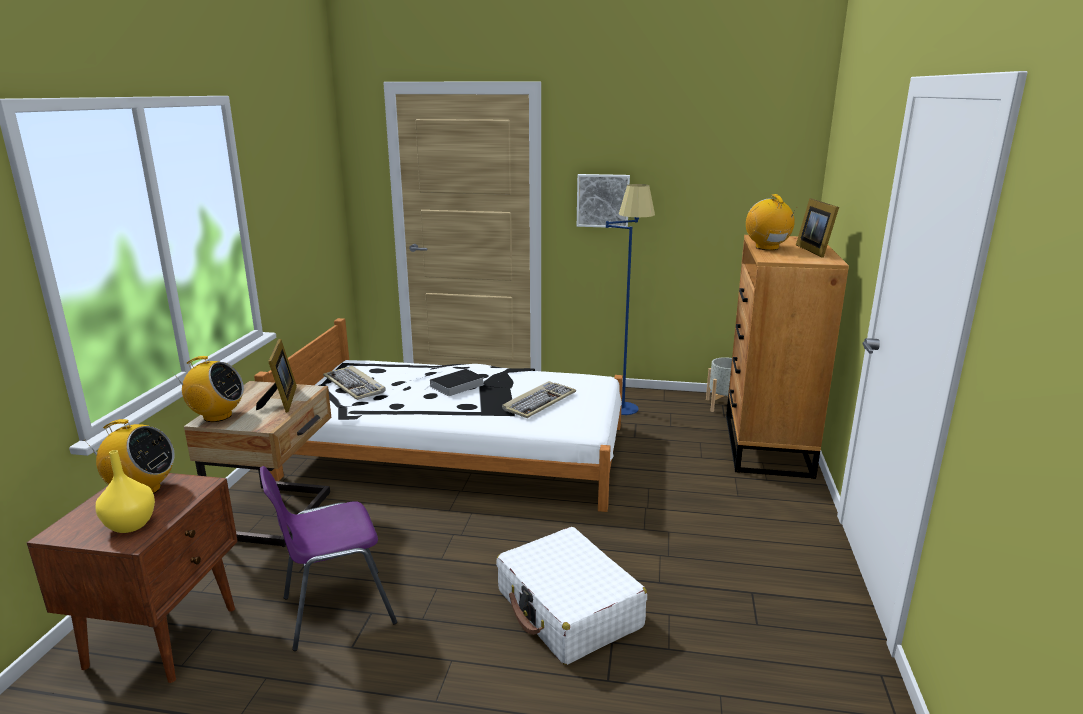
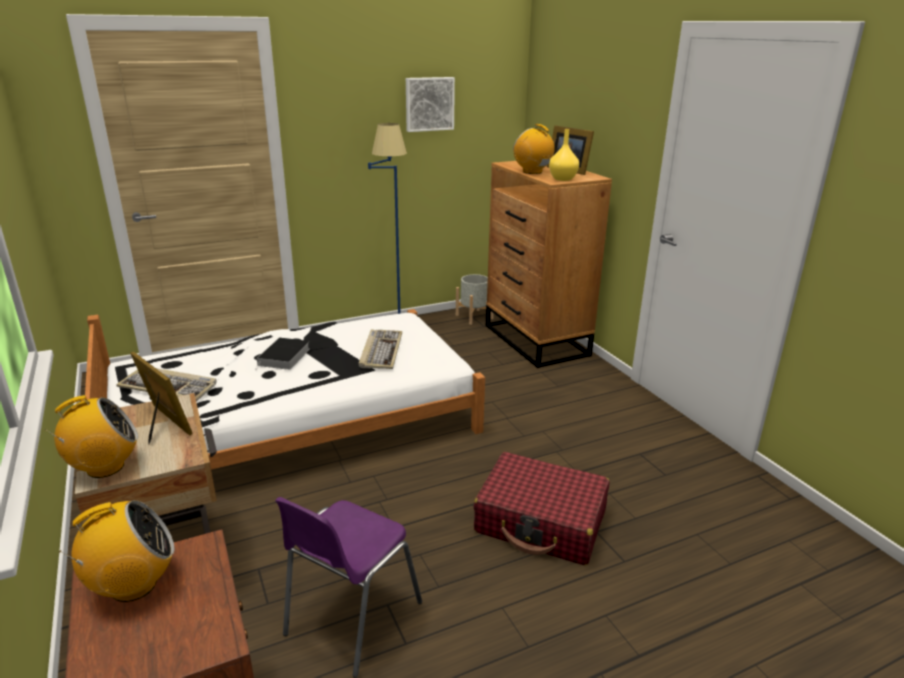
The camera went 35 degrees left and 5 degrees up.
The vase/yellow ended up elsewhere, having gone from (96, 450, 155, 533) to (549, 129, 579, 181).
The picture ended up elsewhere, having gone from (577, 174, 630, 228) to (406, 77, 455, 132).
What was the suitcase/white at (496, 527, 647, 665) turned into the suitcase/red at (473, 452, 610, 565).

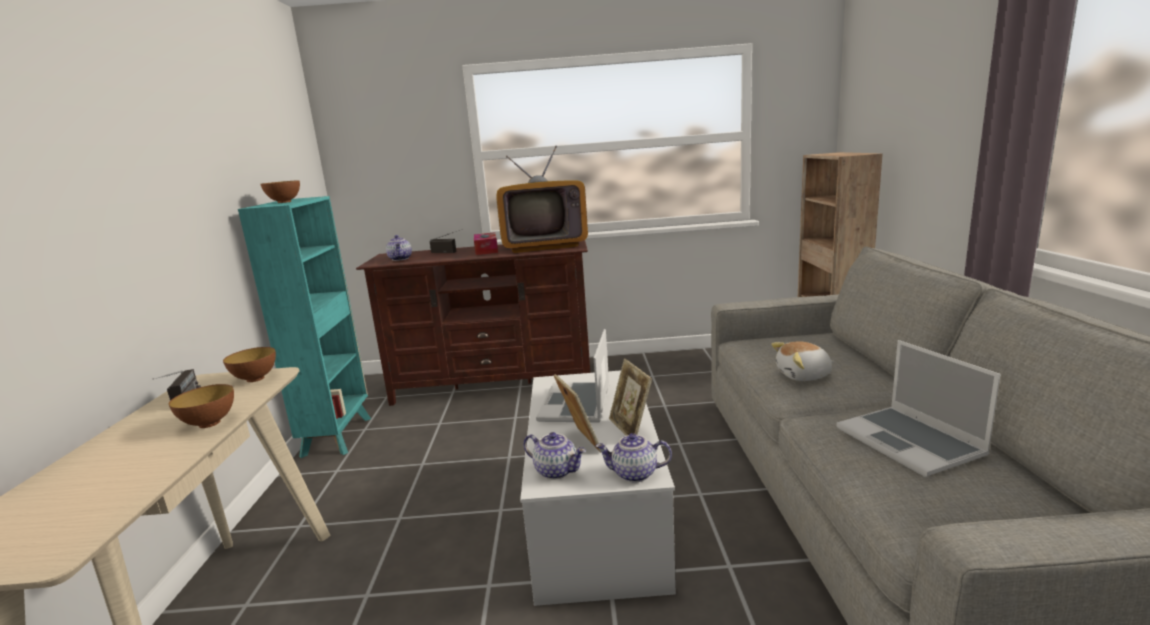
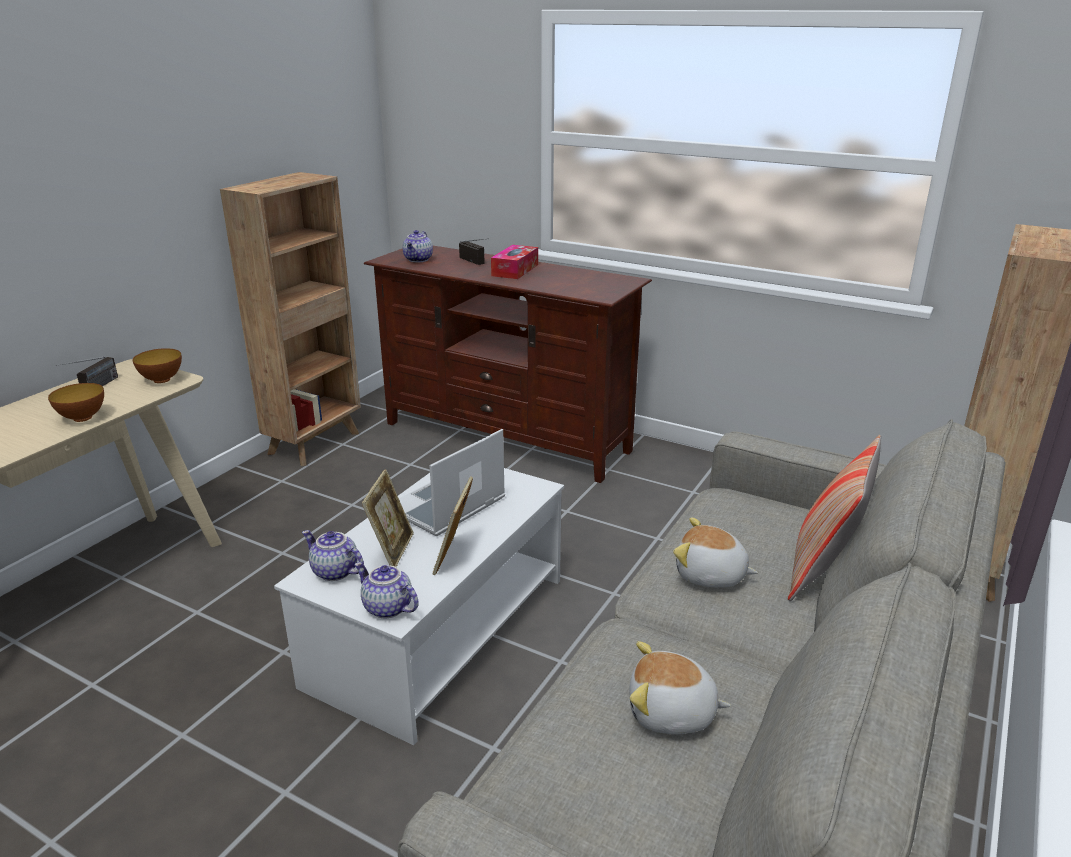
The camera went 30 degrees right and 10 degrees up.
The second view lost the bowl at (261, 180, 300, 203).
The second view lost the television at (496, 146, 588, 253).
The second view gained the pillow at (788, 435, 881, 601).
Where the laptop stood at (836, 340, 1000, 477), the plush toy came to stand at (629, 641, 731, 735).
What was the bookcase/turquoise at (238, 196, 371, 458) turned into the bookcase/brown at (220, 172, 361, 466).
The teapot at (523, 432, 586, 479) ended up facing another way, 150 degrees clockwise from before.

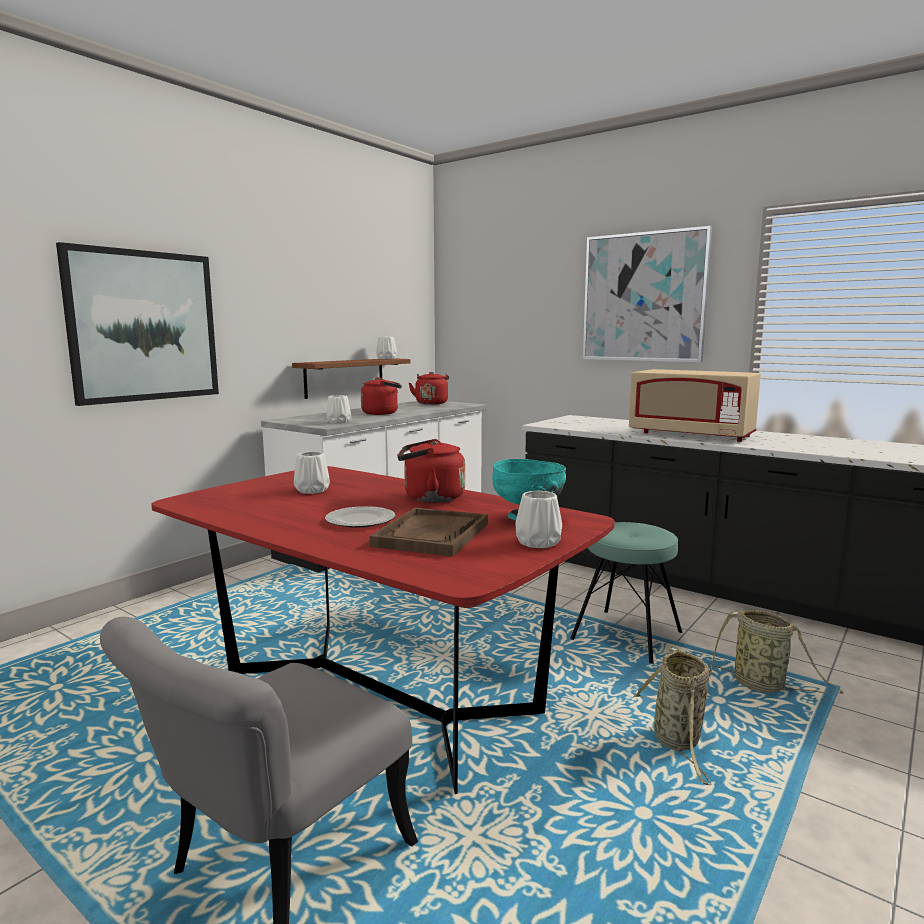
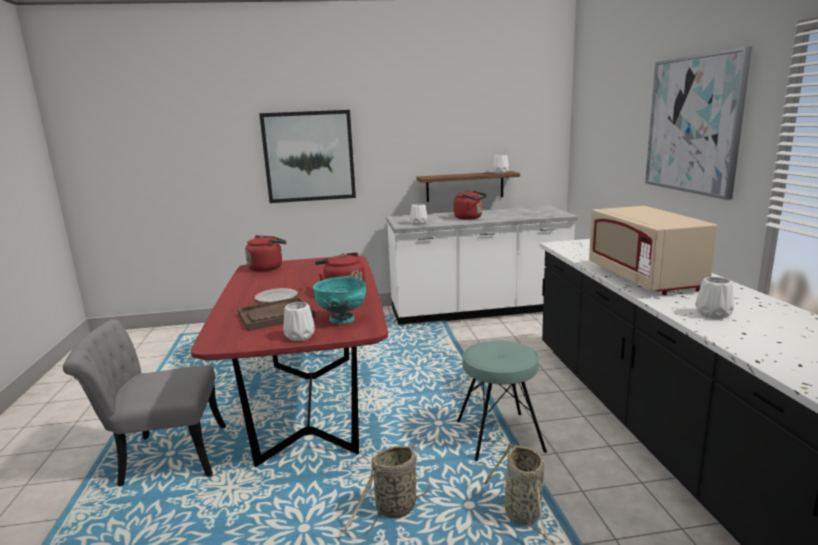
The camera went 45 degrees right and 5 degrees up.
The vase/white ended up elsewhere, having gone from (294, 452, 330, 494) to (695, 277, 734, 319).
The kettle/red ended up elsewhere, having gone from (409, 372, 449, 405) to (245, 235, 287, 271).

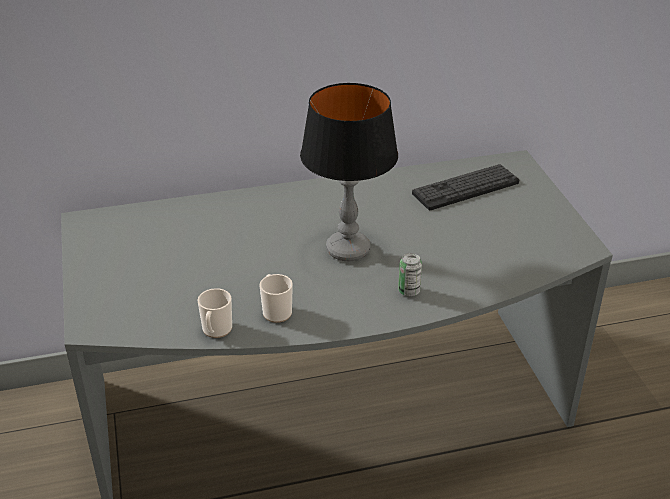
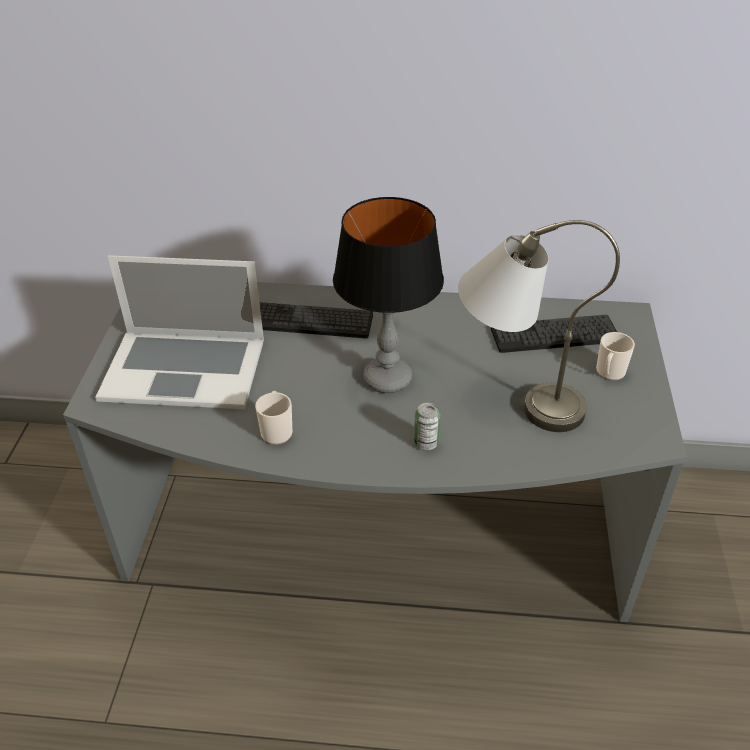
The camera went 20 degrees right and 5 degrees up.
The second view gained the laptop at (95, 255, 264, 409).
The second view gained the keyboard at (259, 302, 373, 338).
The second view gained the table lamp/grey at (458, 220, 620, 432).
The mug ended up elsewhere, having gone from (198, 288, 232, 338) to (596, 332, 635, 381).

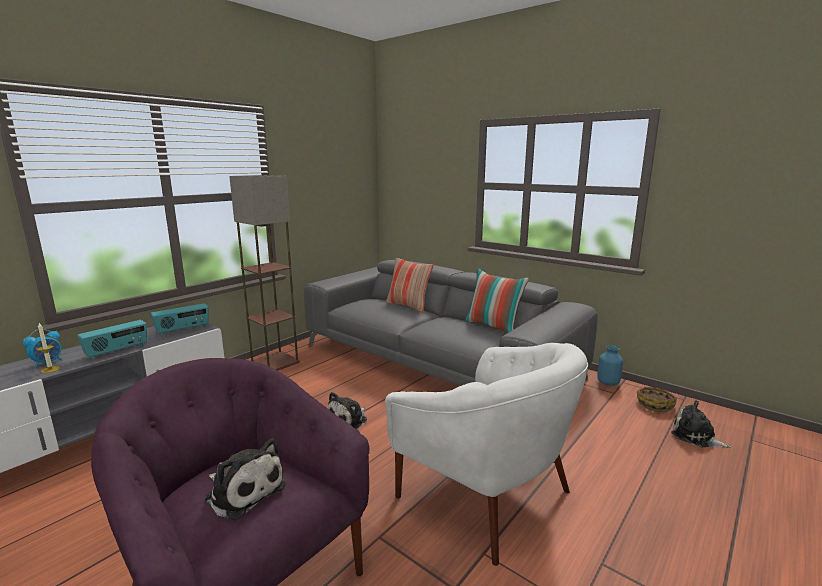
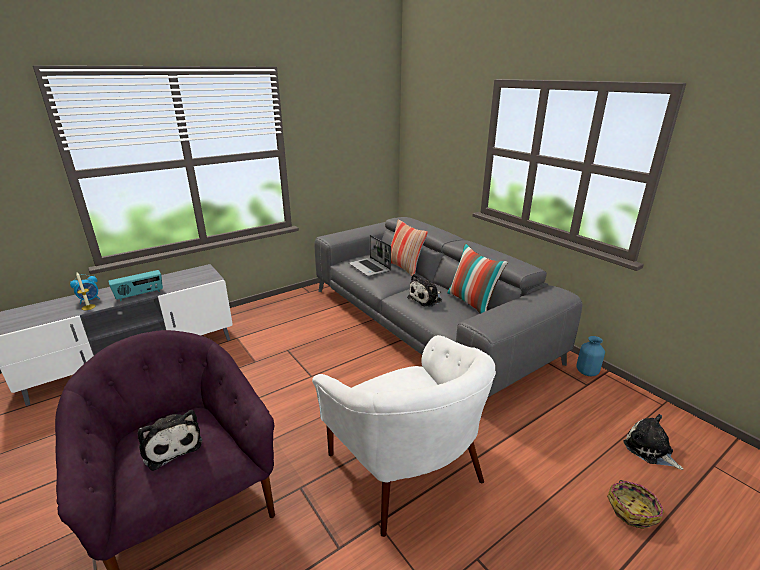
The camera went 15 degrees right and 10 degrees up.
The second view lost the radio at (151, 303, 209, 336).
The second view lost the floor lamp at (229, 175, 300, 371).
The second view gained the laptop at (349, 235, 391, 276).
The plush toy ended up elsewhere, having gone from (328, 392, 367, 429) to (407, 274, 442, 307).
The basket ended up elsewhere, having gone from (637, 387, 677, 412) to (607, 480, 664, 529).

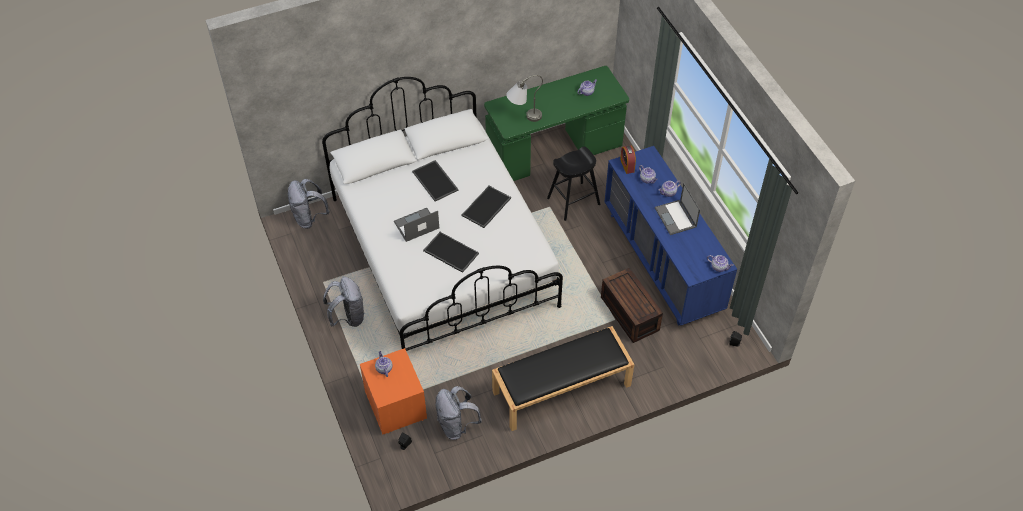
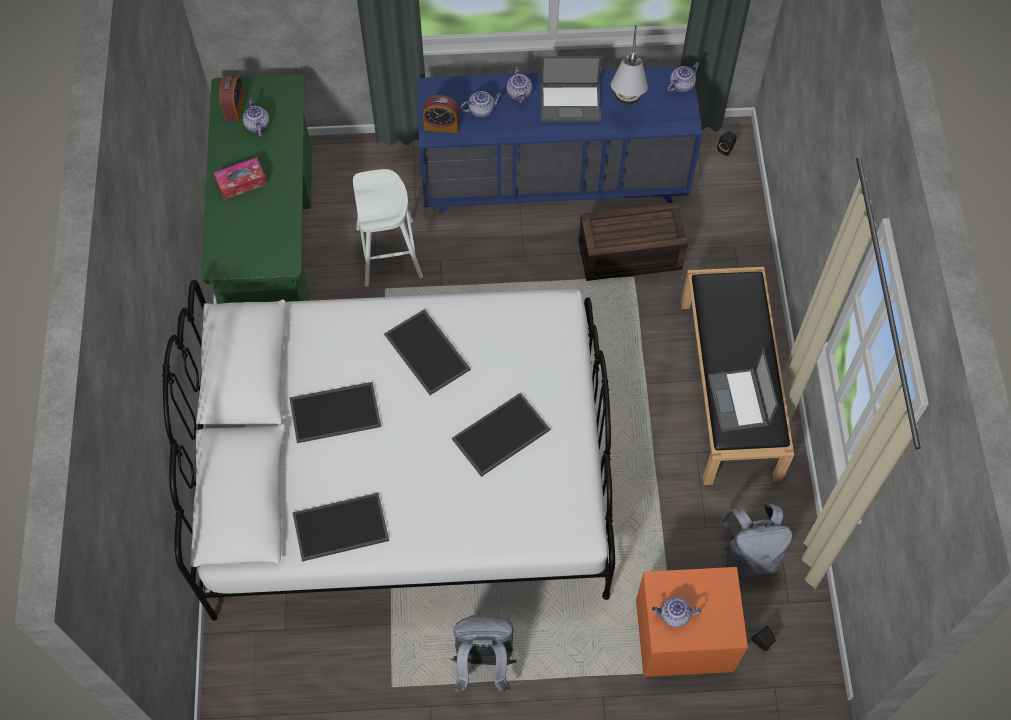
The camera went 70 degrees left and 10 degrees up.
The second view lost the backpack/grey at (288, 179, 329, 229).
The second view gained the tissue box at (214, 157, 267, 200).
The second view gained the alarm clock at (219, 75, 245, 122).
The second view gained the tray at (293, 493, 389, 561).
The laptop ended up elsewhere, having gone from (394, 208, 439, 242) to (708, 348, 778, 432).
The table lamp/grey ended up elsewhere, having gone from (506, 75, 543, 122) to (611, 25, 648, 105).
What was the stool/black at (547, 147, 600, 221) turned into the stool/white at (353, 169, 423, 287).

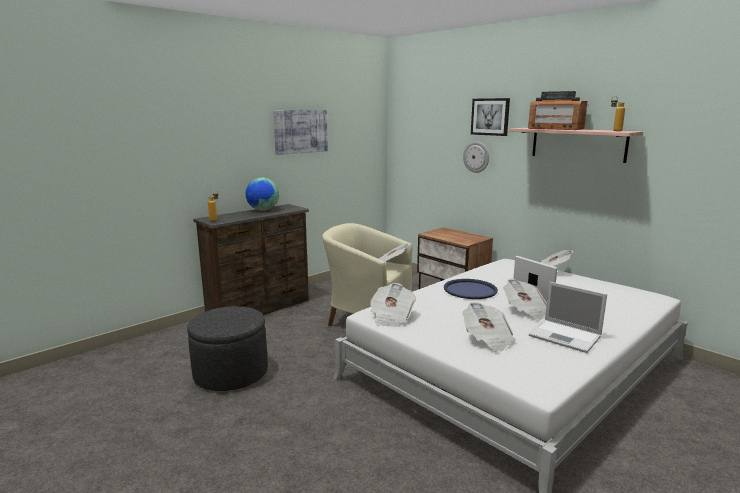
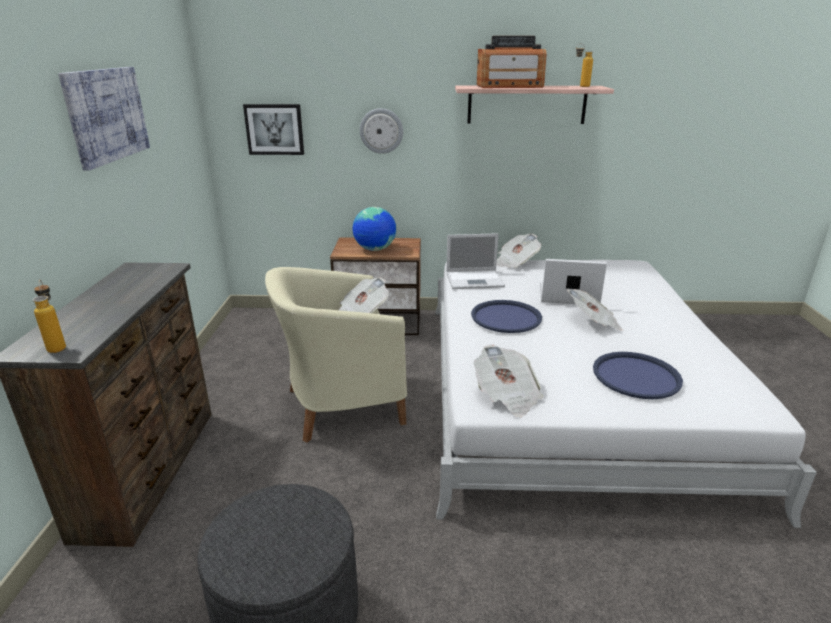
The camera went 45 degrees left and 10 degrees up.
The globe ended up elsewhere, having gone from (245, 178, 279, 211) to (352, 207, 396, 251).
The picture ended up elsewhere, having gone from (471, 98, 510, 136) to (243, 104, 304, 155).
The laptop ended up elsewhere, having gone from (529, 282, 607, 353) to (446, 233, 505, 289).
Where the newspaper stood at (462, 302, 516, 353), the tray/blue came to stand at (593, 352, 683, 399).

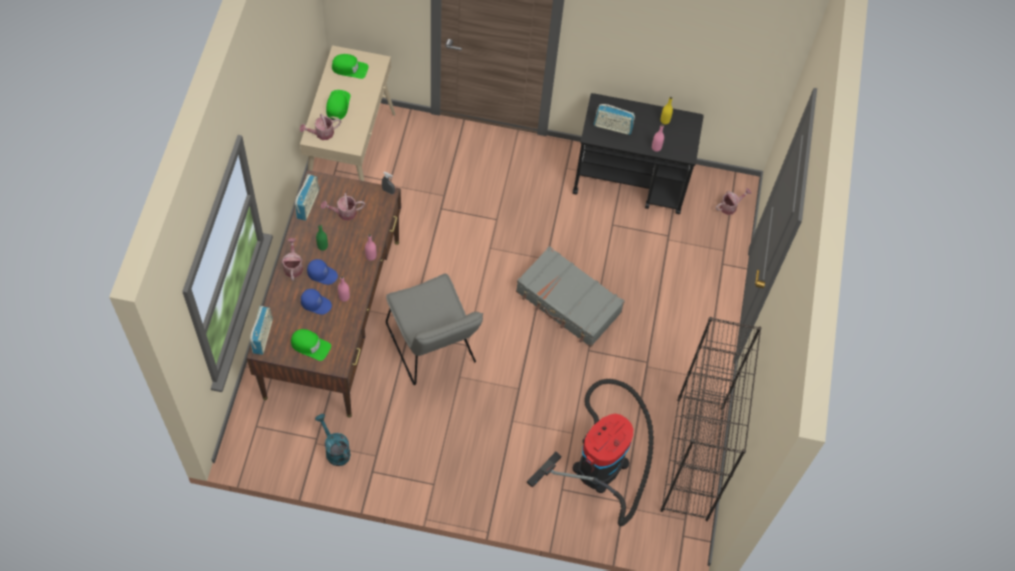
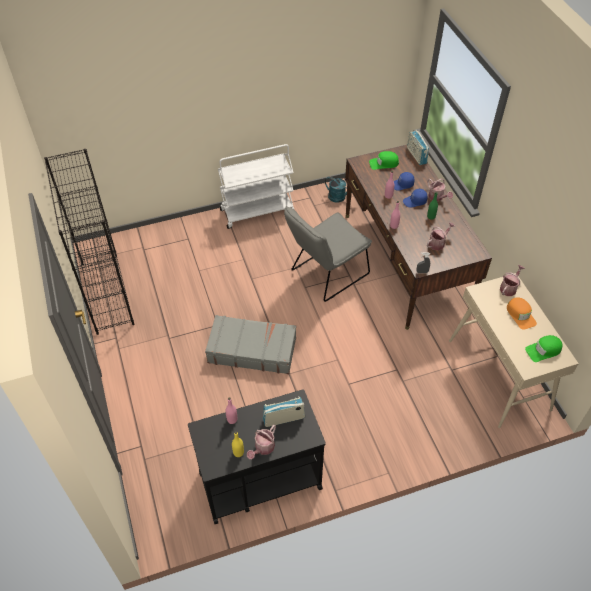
The camera went 155 degrees right and 10 degrees down.
The second view lost the radio at (295, 174, 319, 221).
The second view lost the vacuum cleaner at (527, 379, 654, 526).
The second view gained the cart/white at (218, 144, 294, 229).
The watering can ended up elsewhere, having gone from (716, 188, 751, 215) to (247, 425, 276, 459).
What was the cap/green at (326, 90, 350, 120) turned into the cap/orange at (507, 297, 537, 330).
The chair/grey at (386, 273, 483, 385) ended up facing another way, 75 degrees counterclockwise from before.

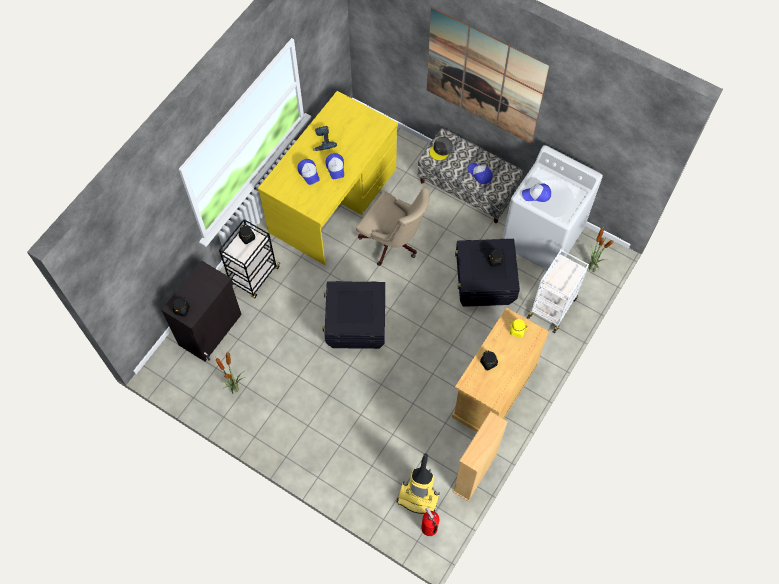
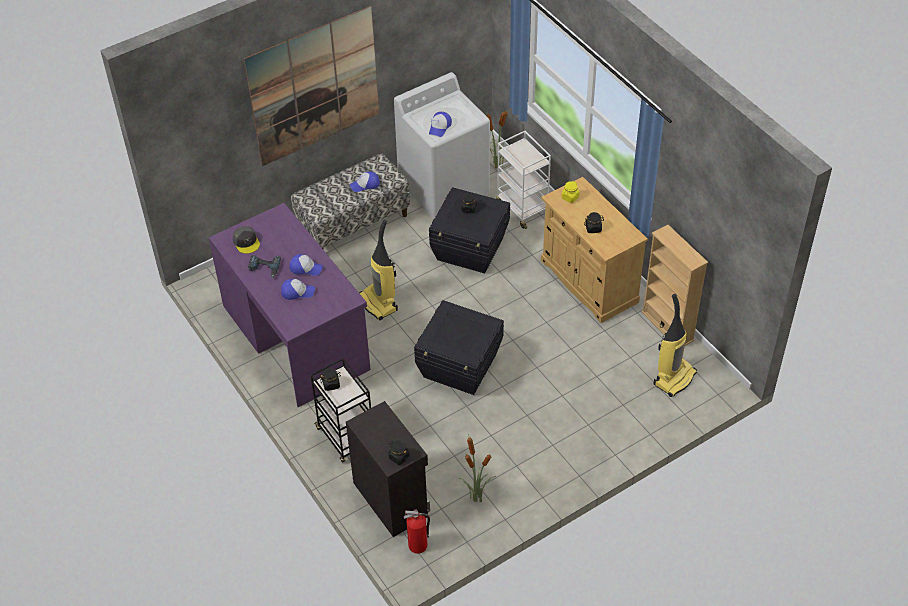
The camera went 65 degrees left and 15 degrees down.
The fire extinguisher ended up elsewhere, having gone from (421, 507, 439, 536) to (404, 510, 430, 554).
The cap/grey ended up elsewhere, having gone from (430, 137, 453, 160) to (233, 226, 260, 254).
Where the office chair/beige stood at (356, 187, 430, 266), the vacuum cleaner came to stand at (359, 219, 398, 320).
What was the desk/yellow at (258, 91, 398, 265) turned into the desk/purple at (209, 203, 371, 407).

